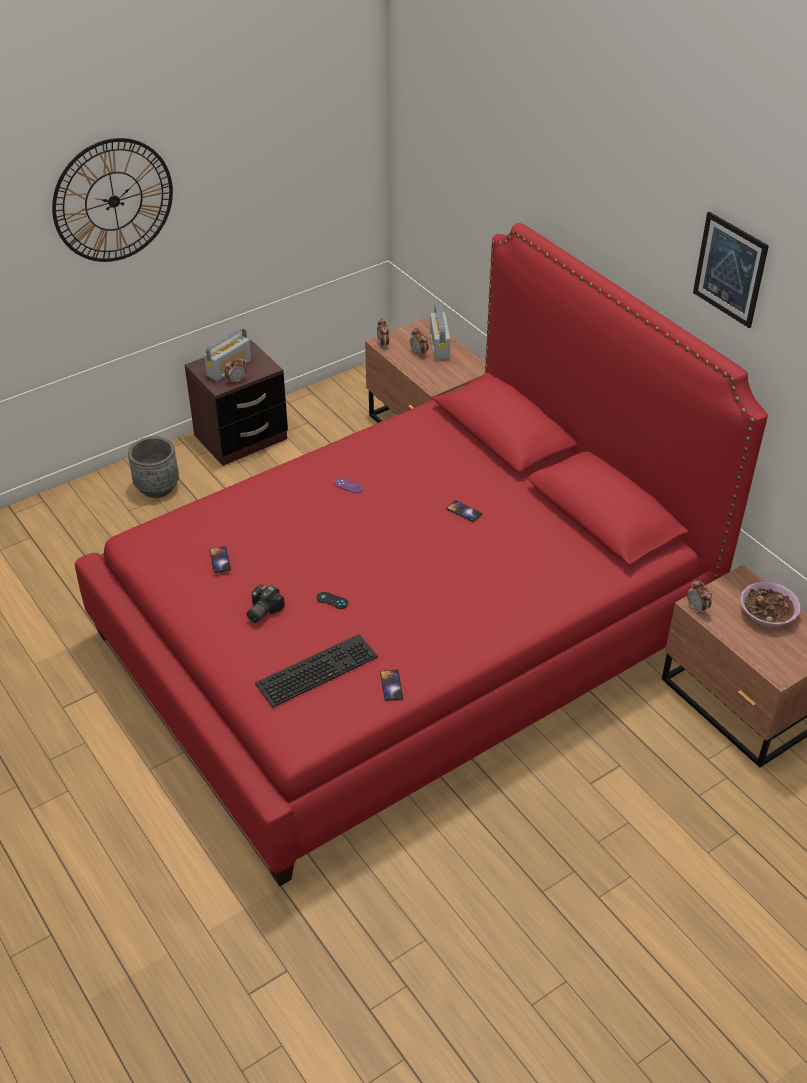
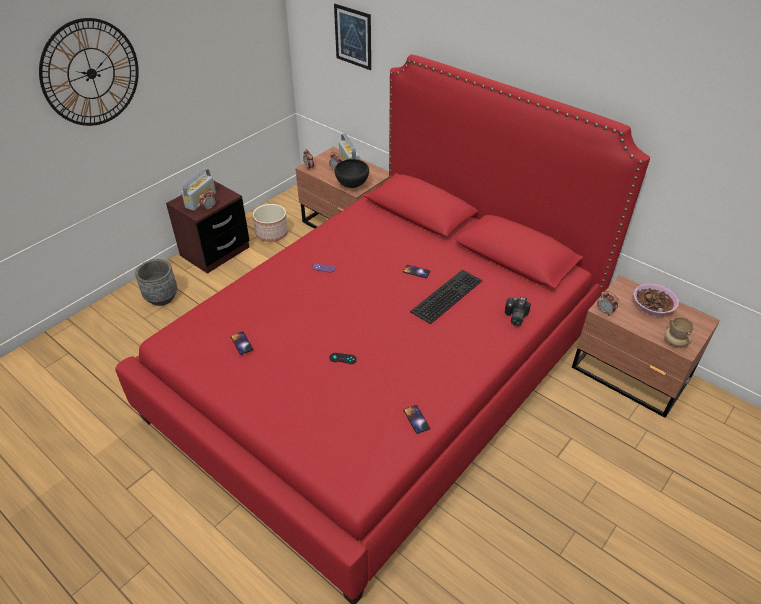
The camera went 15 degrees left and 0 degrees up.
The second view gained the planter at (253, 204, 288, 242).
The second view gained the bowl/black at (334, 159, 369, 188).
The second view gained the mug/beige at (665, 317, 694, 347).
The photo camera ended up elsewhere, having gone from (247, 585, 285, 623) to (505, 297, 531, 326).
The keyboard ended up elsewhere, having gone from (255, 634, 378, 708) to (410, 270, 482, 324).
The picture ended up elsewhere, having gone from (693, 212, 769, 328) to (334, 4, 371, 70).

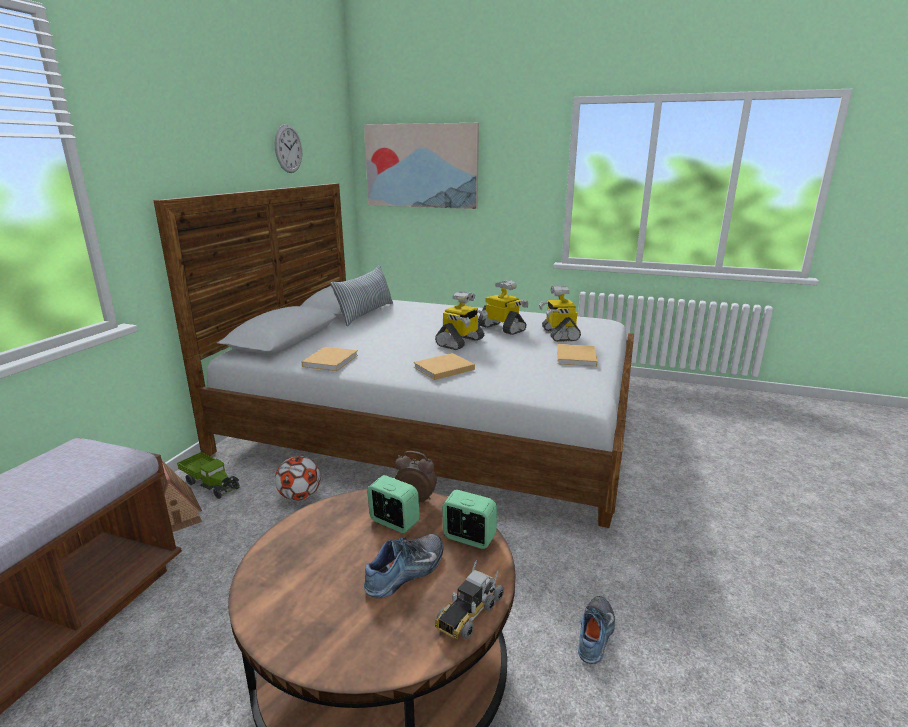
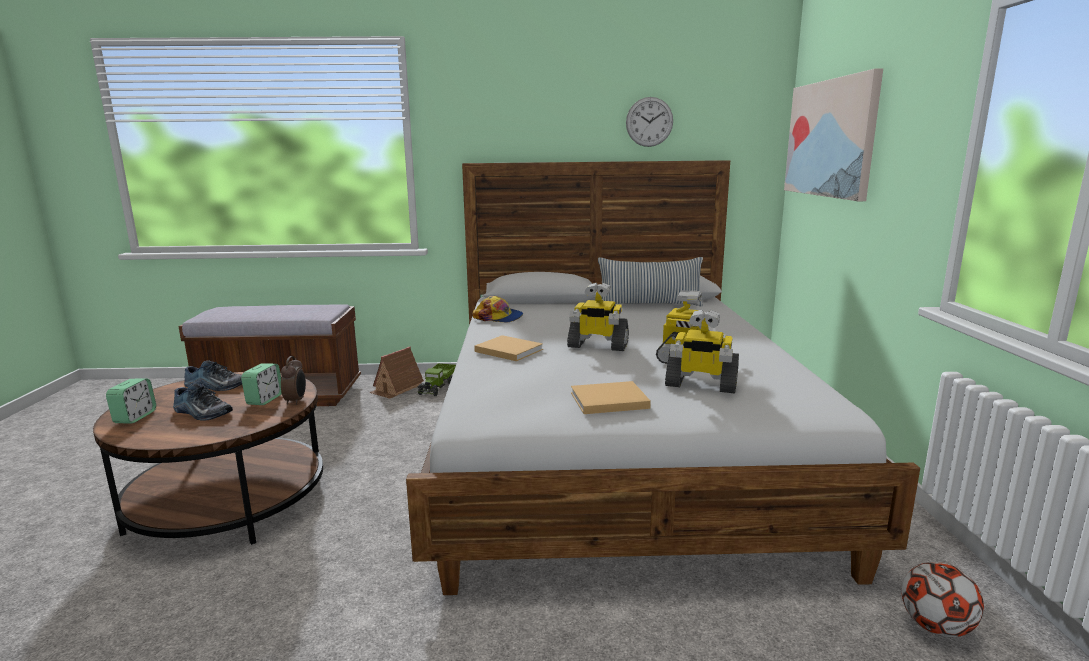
The camera went 70 degrees right and 5 degrees down.
The second view lost the toy truck at (435, 560, 504, 640).
The football ended up elsewhere, having gone from (275, 456, 320, 501) to (902, 562, 984, 637).
The alarm clock ended up elsewhere, having gone from (442, 490, 497, 549) to (106, 378, 156, 424).
The shoe ended up elsewhere, having gone from (578, 596, 615, 664) to (184, 360, 242, 391).
Where the book/beige stood at (302, 347, 358, 371), the cap came to stand at (473, 296, 523, 322).
The toy robot at (539, 286, 581, 342) ended up facing another way, 135 degrees counterclockwise from before.

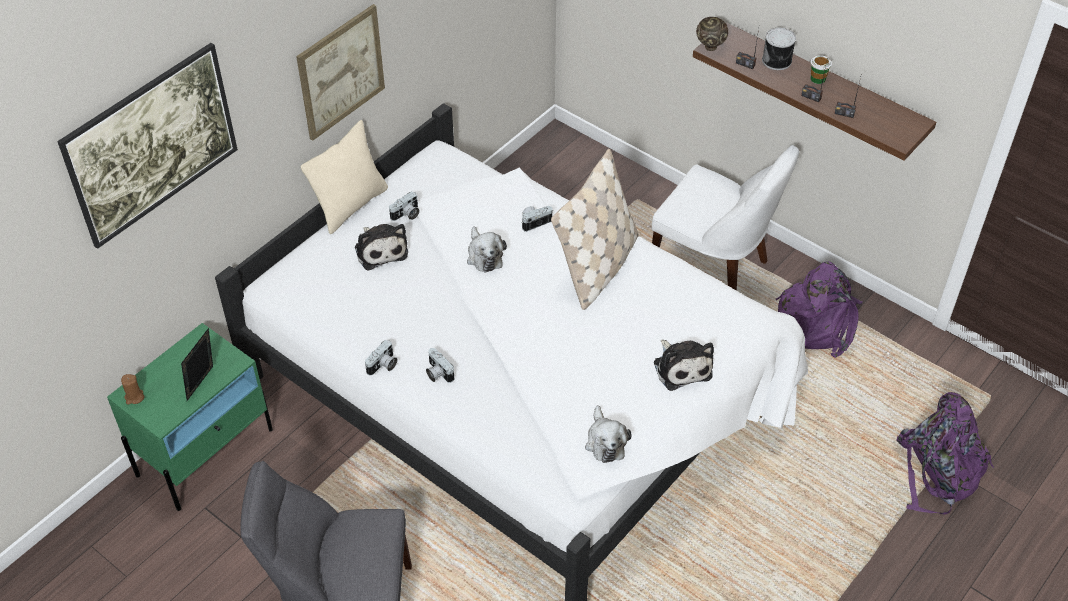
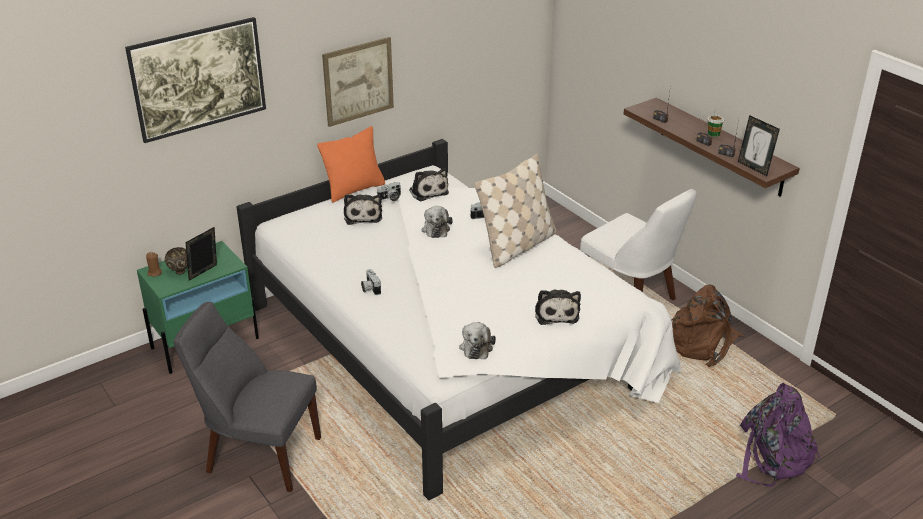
The camera went 15 degrees right and 15 degrees down.
The second view lost the photo camera at (365, 340, 397, 376).
The second view lost the can at (762, 28, 796, 70).
The second view gained the plush toy at (409, 168, 449, 201).
The second view gained the picture frame at (738, 115, 780, 176).
The bowl/brown ended up elsewhere, having gone from (696, 17, 728, 51) to (165, 247, 188, 275).
What was the pillow/beige at (301, 120, 388, 234) turned into the pillow/orange at (317, 126, 385, 203).
What was the backpack/purple at (776, 262, 863, 358) turned into the backpack/brown at (671, 285, 745, 367).

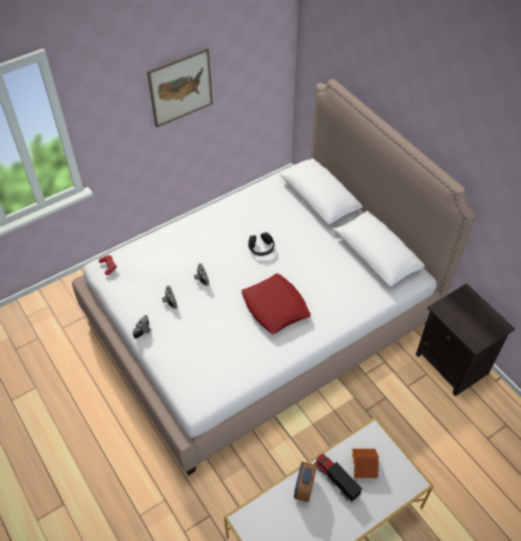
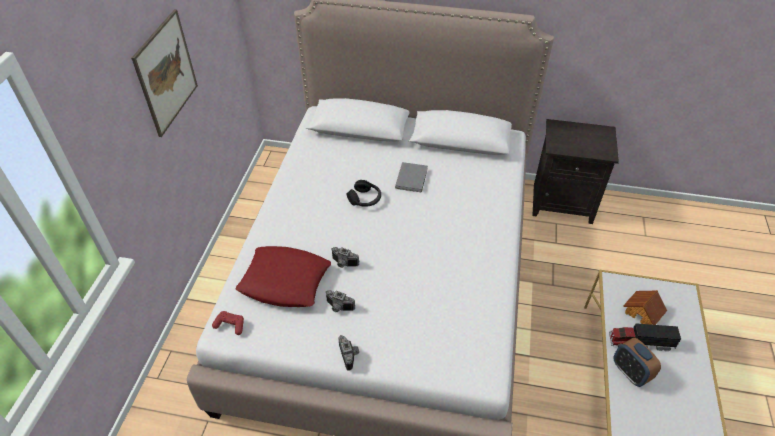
The camera went 45 degrees left and 5 degrees down.
The second view gained the book/grey at (395, 162, 428, 193).
The pillow/red ended up elsewhere, having gone from (242, 273, 311, 334) to (236, 246, 331, 307).

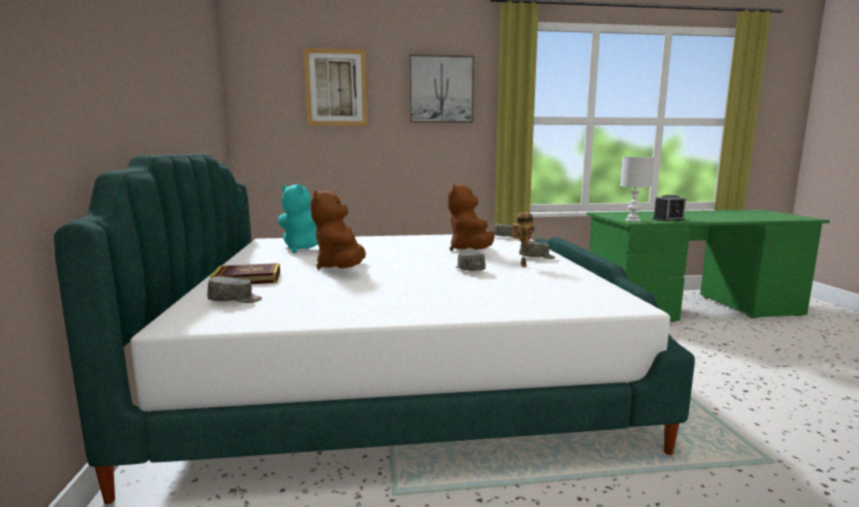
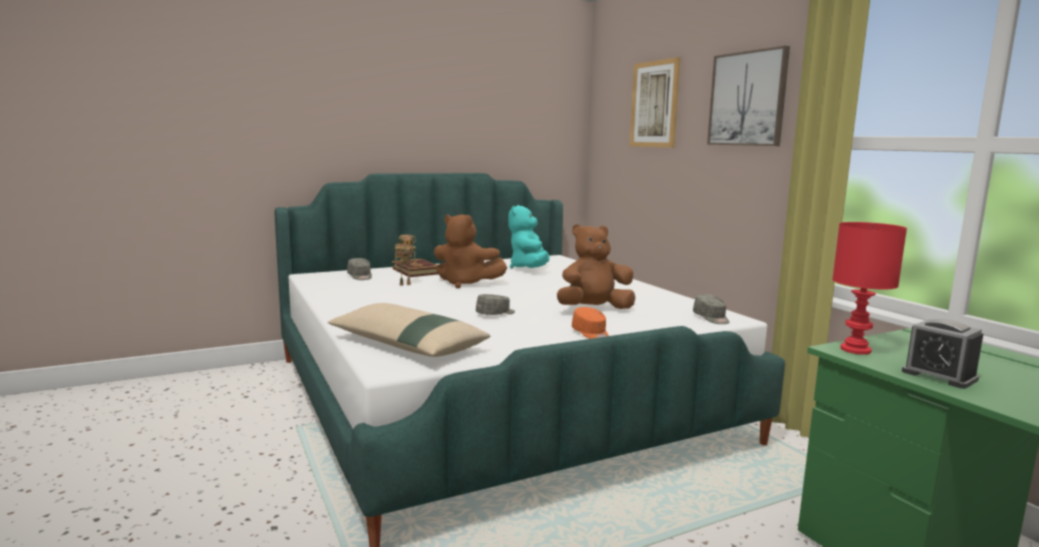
The camera went 70 degrees right and 0 degrees up.
The second view gained the pillow/beige at (328, 303, 490, 357).
The toy robot ended up elsewhere, having gone from (511, 212, 535, 267) to (395, 235, 417, 286).
What was the cap/grey at (519, 241, 555, 259) turned into the cap/orange at (572, 307, 609, 339).
What was the table lamp/white at (620, 157, 654, 222) turned into the table lamp/red at (832, 222, 907, 355).
The plush toy/brown at (310, 190, 366, 269) ended up facing another way, 135 degrees counterclockwise from before.

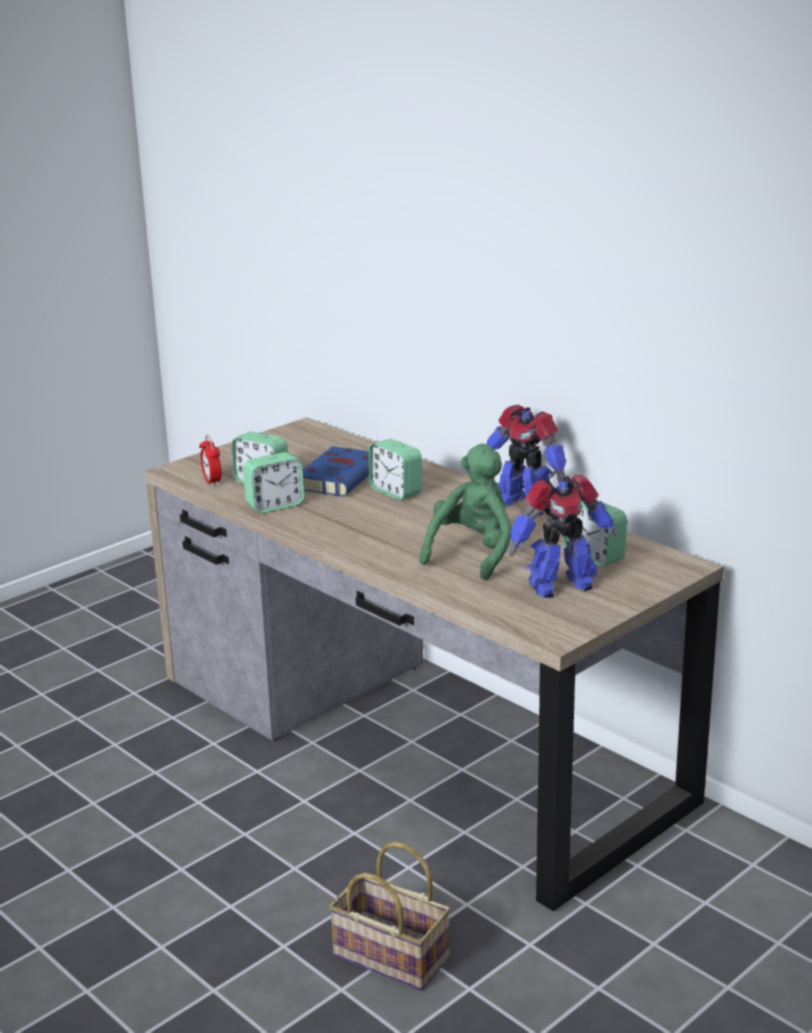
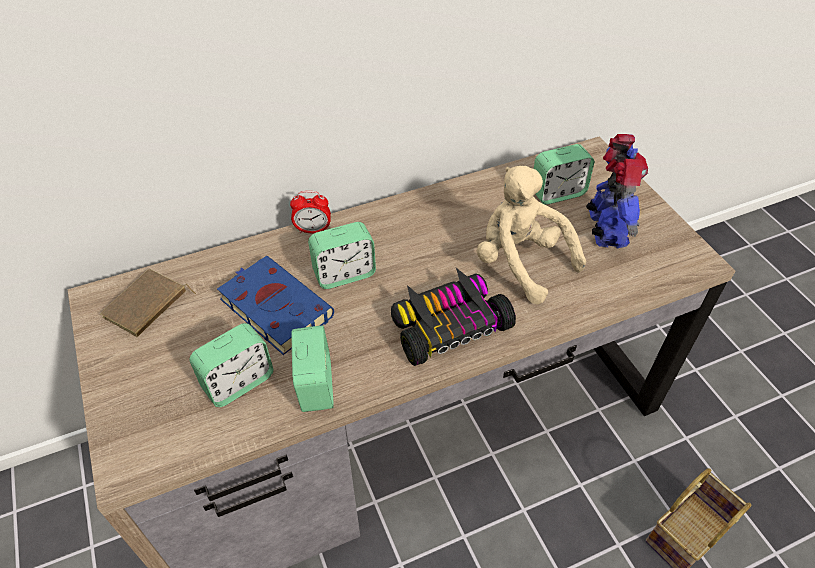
The camera went 70 degrees left and 25 degrees up.
The second view lost the toy robot at (487, 405, 566, 516).
The second view gained the book/brown at (100, 269, 196, 337).
The second view gained the toy car at (391, 268, 516, 366).
The alarm clock ended up elsewhere, having gone from (199, 435, 221, 487) to (290, 191, 331, 233).
What was the plush toy/green at (420, 444, 512, 580) turned into the plush toy/beige at (477, 166, 586, 304).

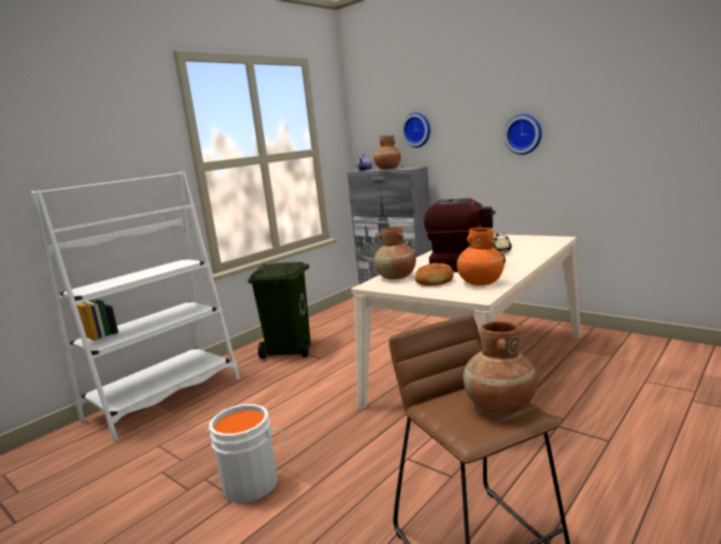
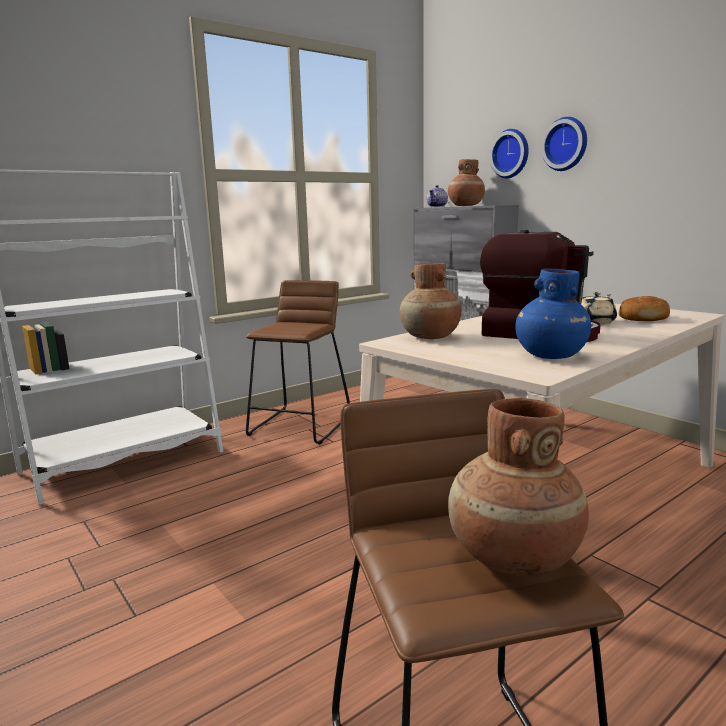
The camera went 10 degrees right and 0 degrees up.
The second view lost the bucket/white at (206, 404, 287, 503).
The bread ended up elsewhere, having gone from (415, 263, 454, 286) to (618, 296, 670, 321).
The wall clock ended up elsewhere, having gone from (504, 114, 542, 155) to (541, 117, 587, 171).
Where the trash can/green stood at (248, 262, 311, 359), the stool/brown came to stand at (246, 280, 350, 444).
What was the vase/orange at (457, 228, 504, 286) turned into the vase/blue at (515, 268, 591, 359).

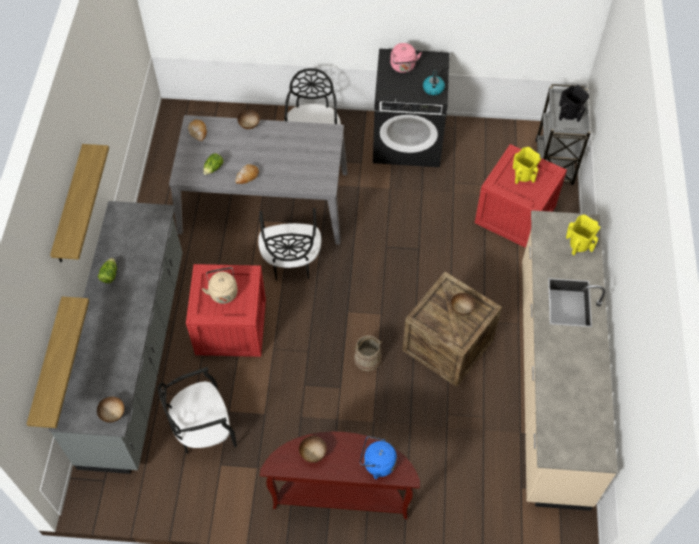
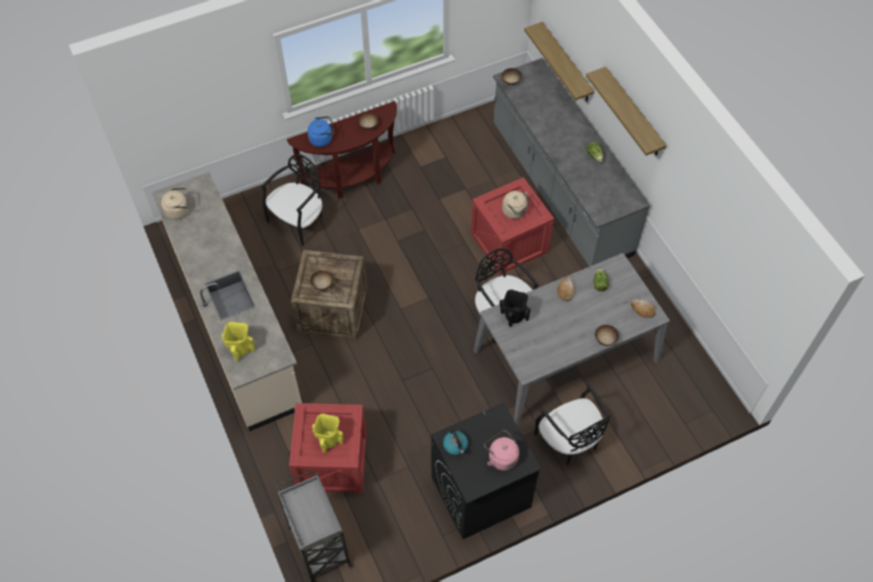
The camera went 150 degrees right and 0 degrees up.
The second view lost the bucket/beige at (354, 335, 382, 371).
The second view gained the kettle/beige at (161, 187, 189, 220).
The chair/black ended up elsewhere, having gone from (157, 367, 237, 454) to (261, 154, 322, 247).
The vase/black ended up elsewhere, having gone from (559, 85, 589, 122) to (500, 290, 531, 327).

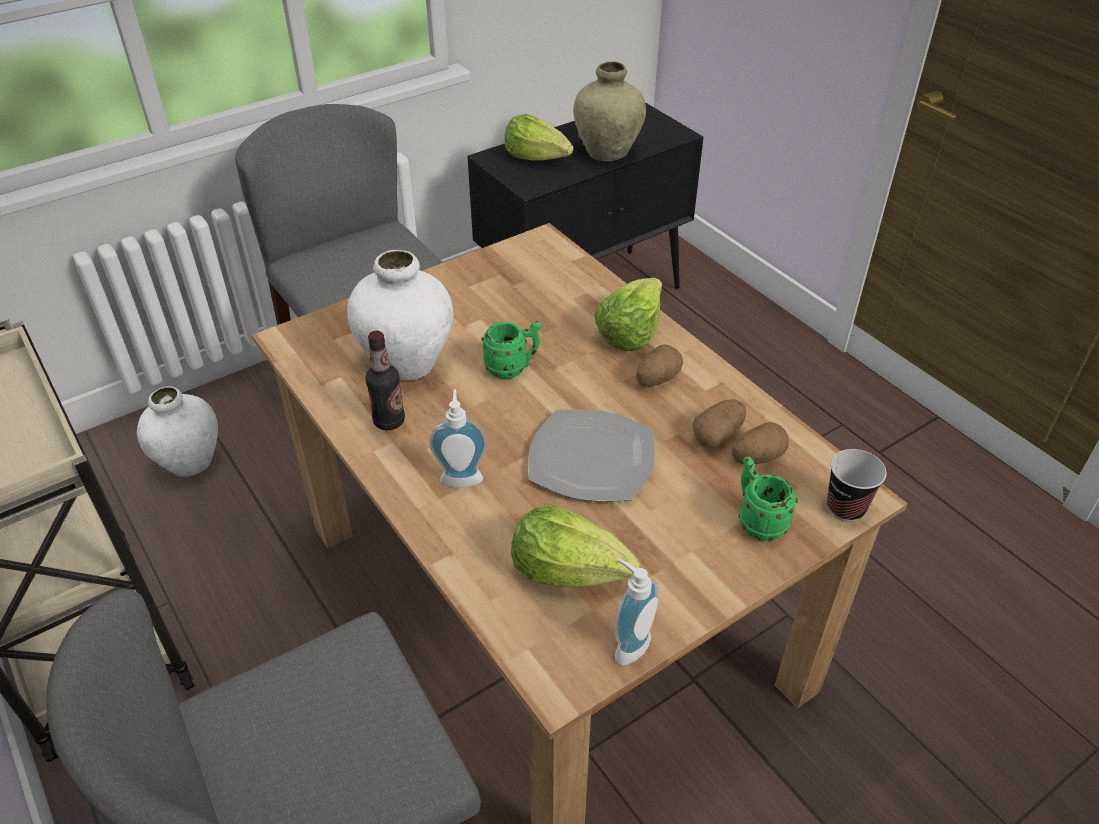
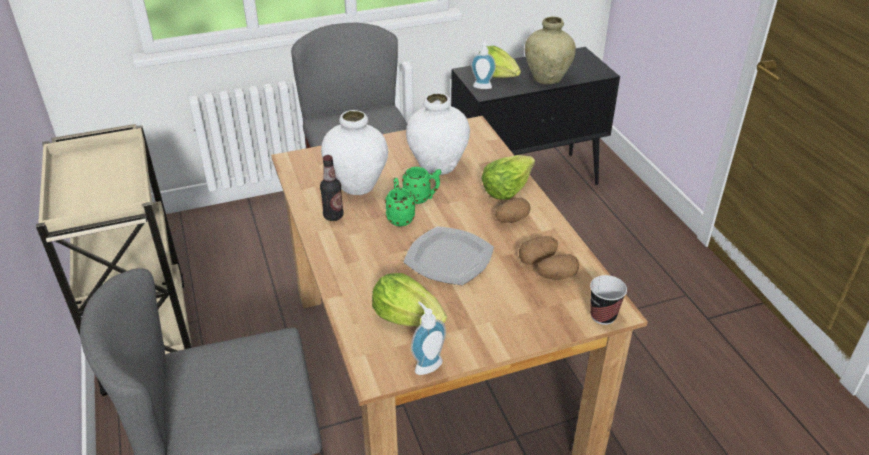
The camera went 15 degrees right and 5 degrees down.
The vase/white ended up elsewhere, having gone from (137, 386, 218, 477) to (406, 93, 470, 175).
The soap dispenser ended up elsewhere, having gone from (429, 389, 487, 488) to (471, 40, 496, 89).
The mug/green ended up elsewhere, having gone from (739, 457, 798, 541) to (385, 178, 415, 226).

